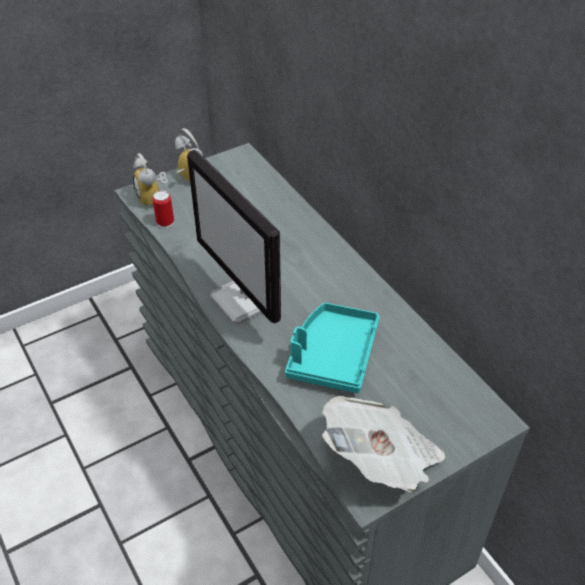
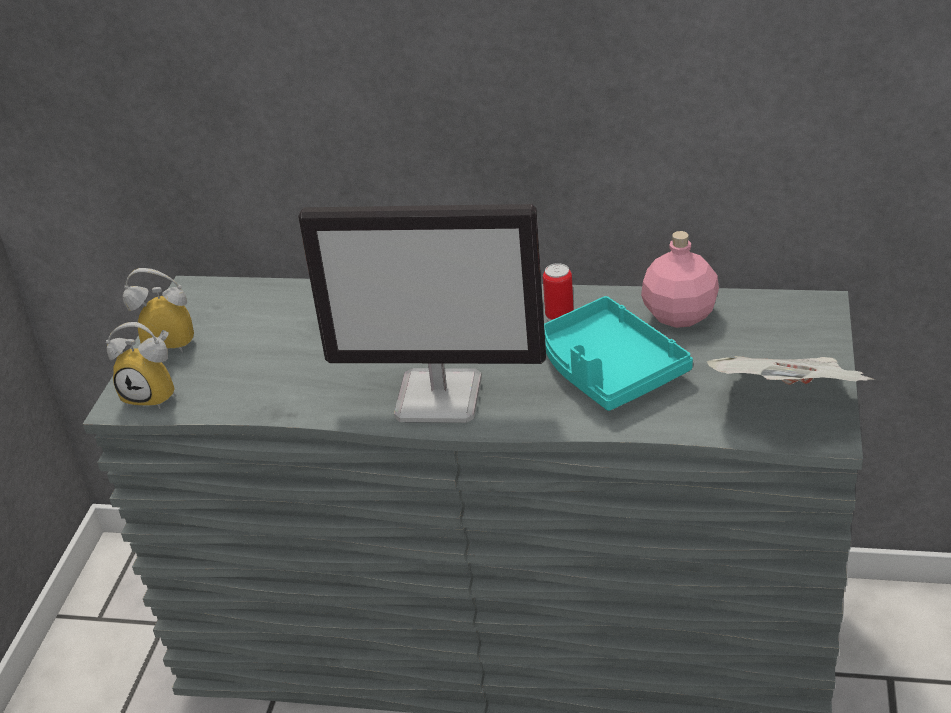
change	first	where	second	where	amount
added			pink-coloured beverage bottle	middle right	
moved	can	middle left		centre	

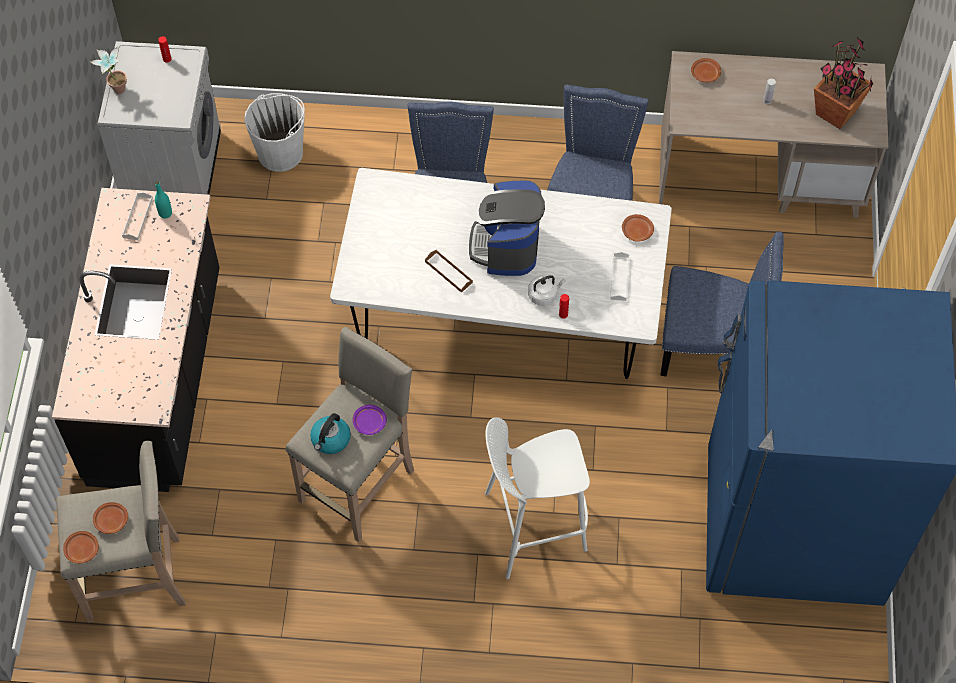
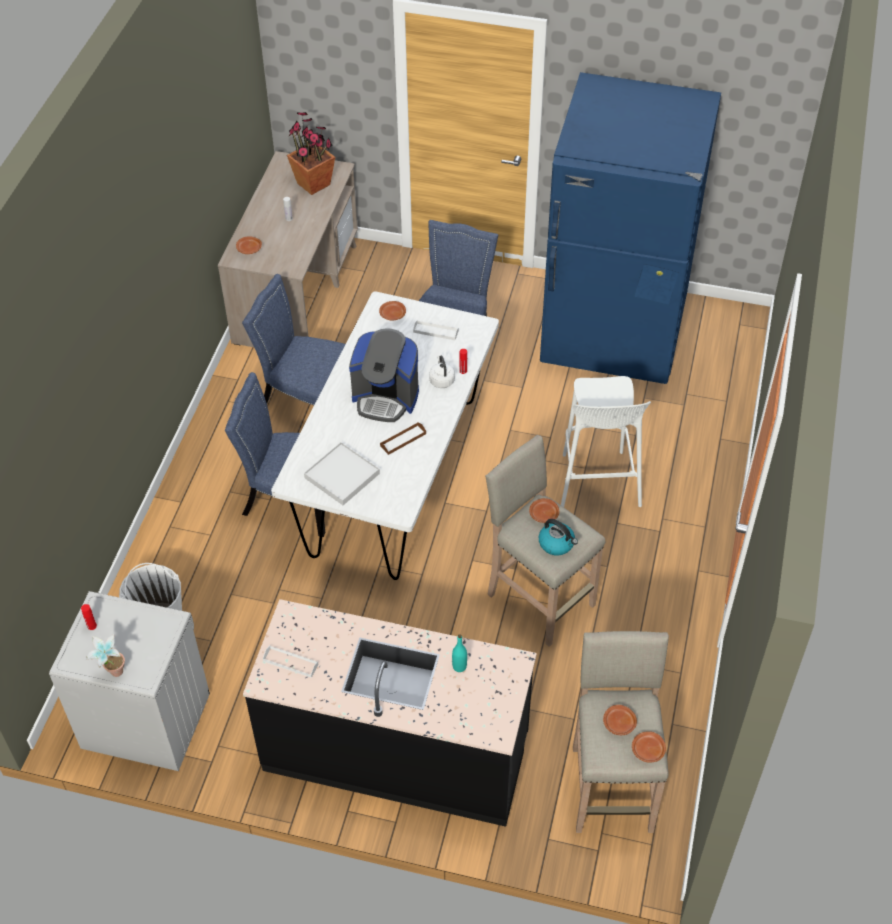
change	first	where	second	where	amount
added			white-coloured tray (2nd from left)	centre	
moved	turquoise beverage bottle	top left		bottom centre	
recoloured	purple-coloured dinner plate	centre	brownish dinner plate (3rd from left)	centre	

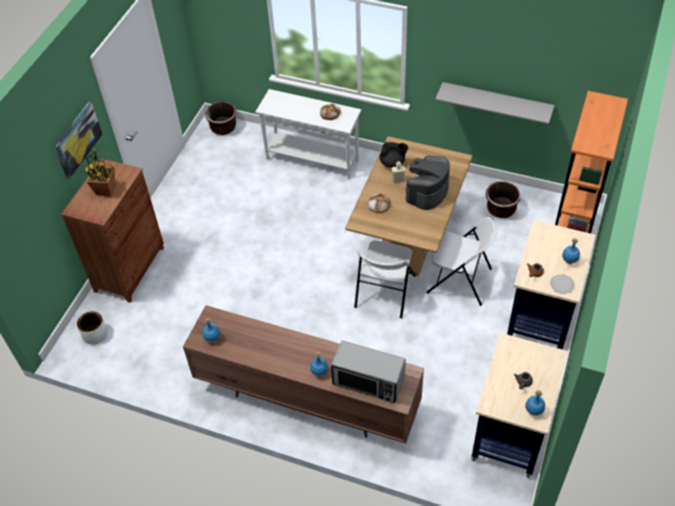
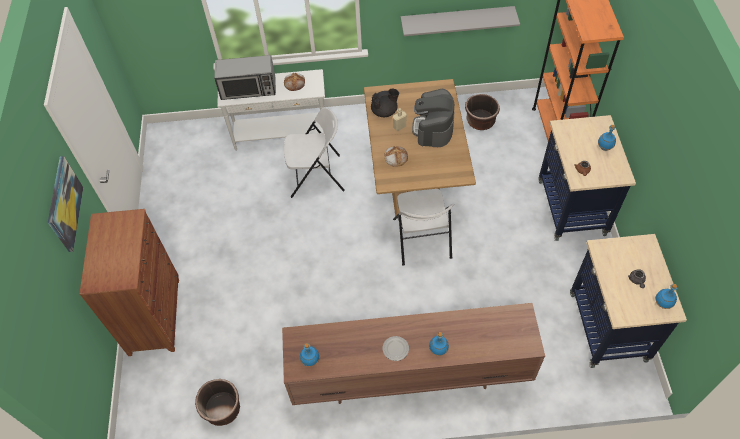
change	first	where	second	where	amount
removed	white-coloured plant pot	middle left			
removed	potted plant	middle left			
moved	brownish plant pot (1st from left)	top left		bottom left	
moved	kitchen microwave	bottom centre		top left	
moved	white-coloured chair (2nd from left in the first image)	middle right	white-coloured chair (1st from left)	centre	
moved	dinner plate	middle right		bottom centre	

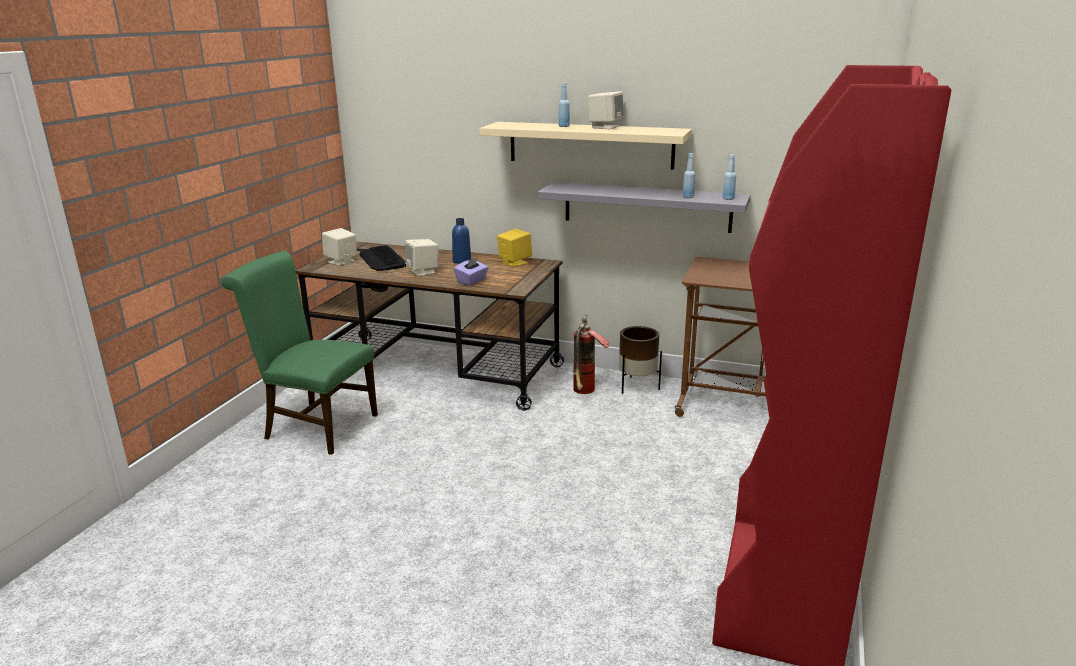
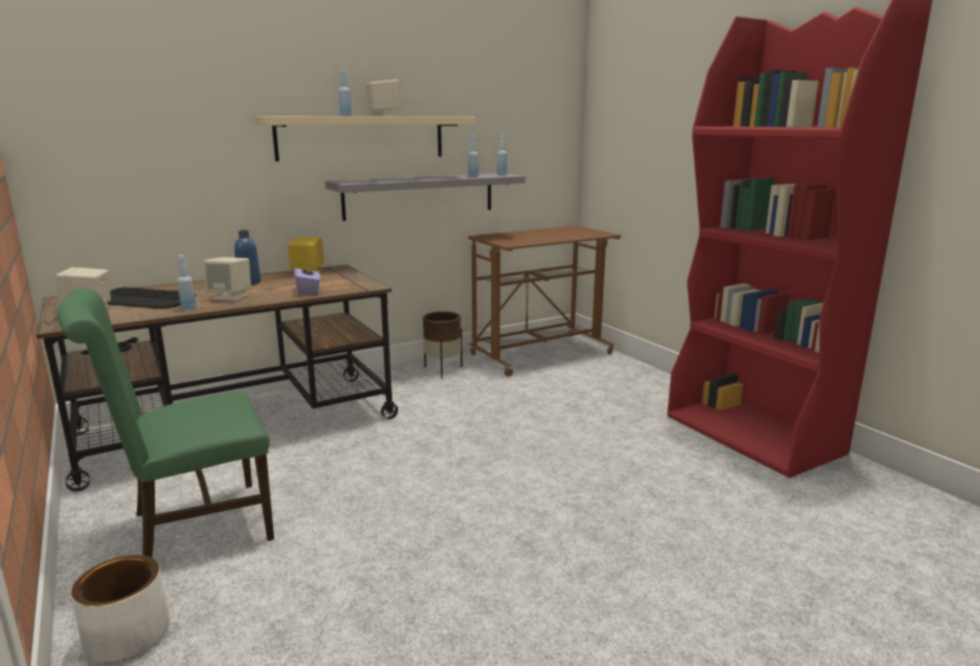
change	first	where	second	where	amount
removed	fire extinguisher	centre			
added			white-coloured plant pot	bottom left	
added			blue beverage bottle (1st from left)	middle left	

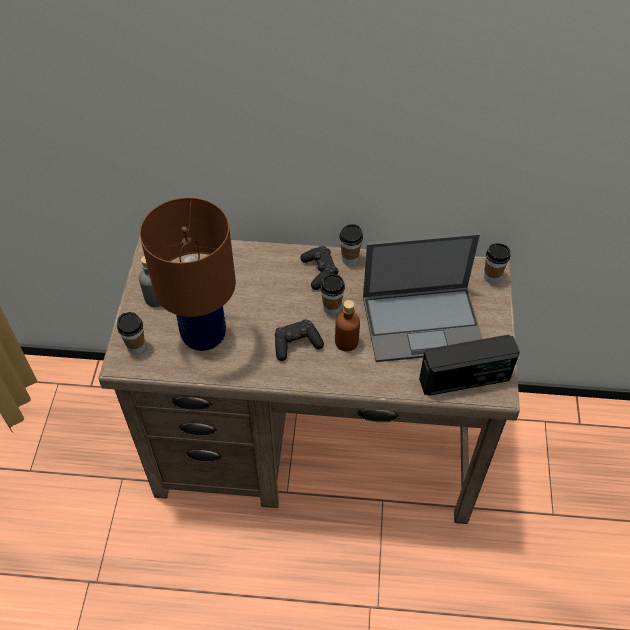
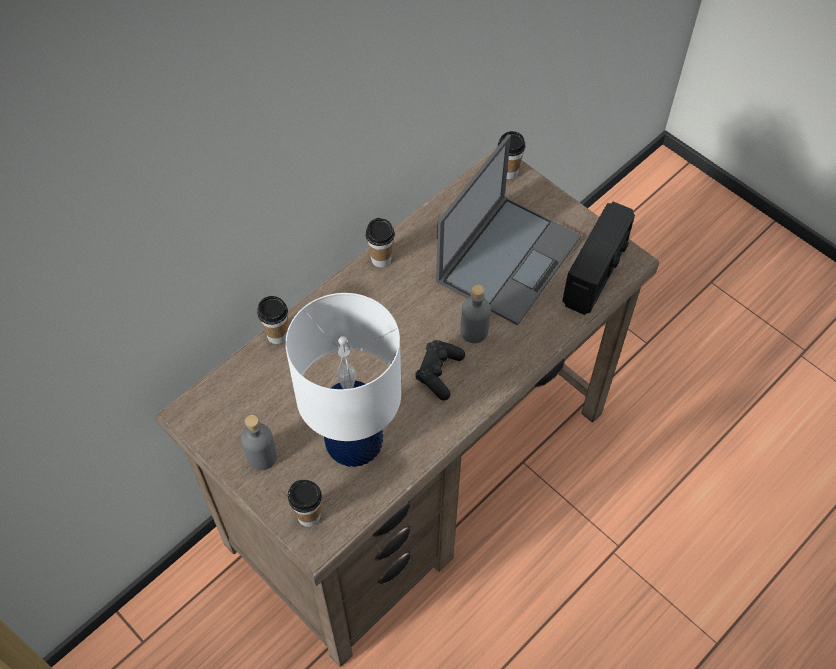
change	first	where	second	where	amount
removed	blackish game controller (2nd from left)	centre			
moved	small cup (2nd from left in the first image)	centre	small cup (1st from left)	middle left	
recoloured	brownish table lamp	middle left	white-coloured table lamp	centre	
recoloured	brownish beverage bottle	centre	gray beverage bottle (2nd from left)	centre	

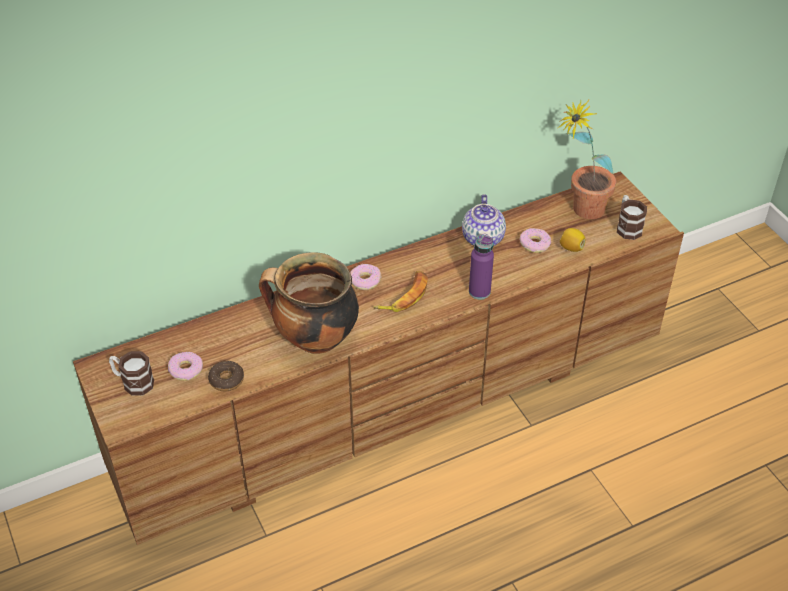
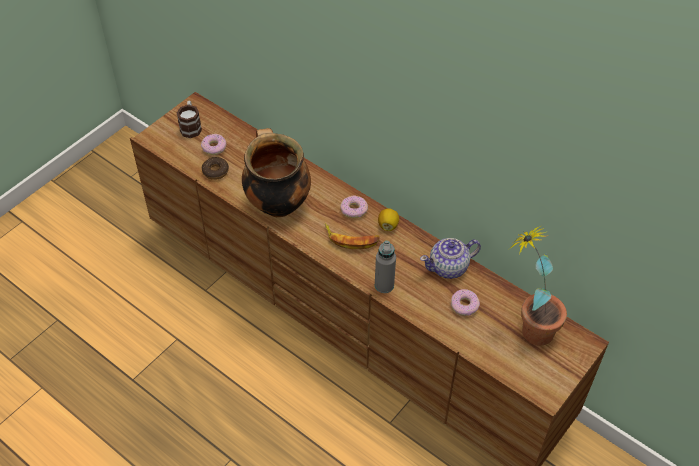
change	first	where	second	where	amount
removed	tea mug (2nd from left)	middle right			
moved	lemon	middle right		centre	
recoloured	purple-coloured beverage bottle	centre	gray beverage bottle	centre	

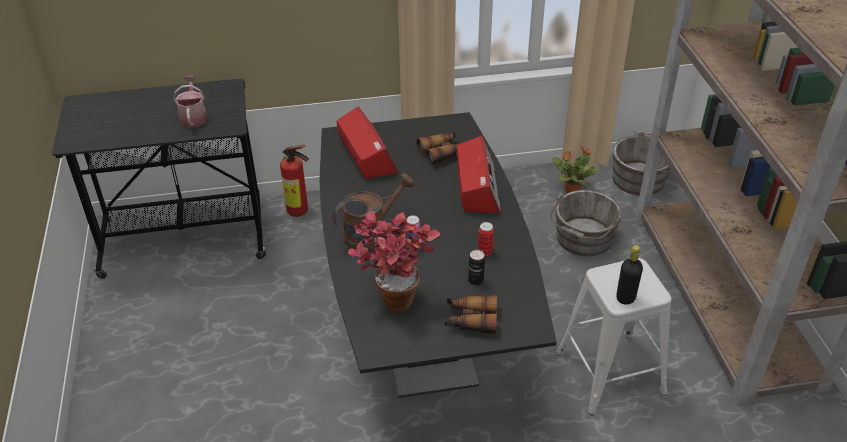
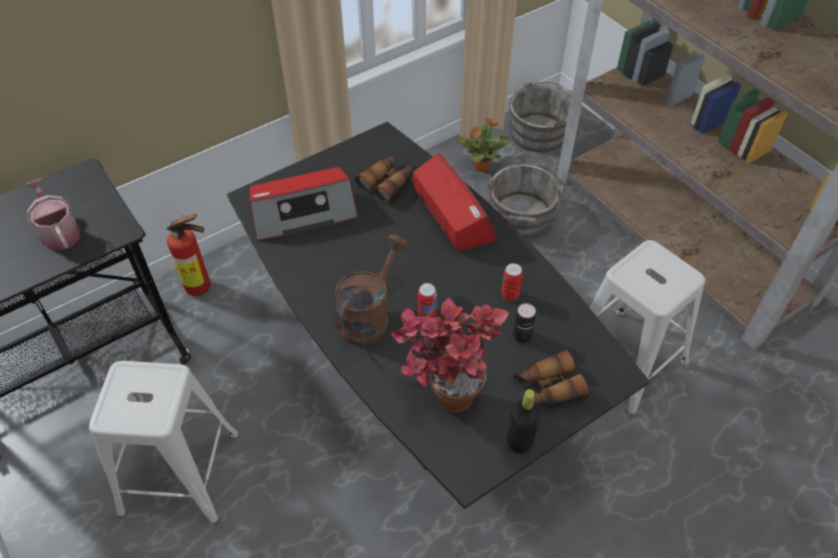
change	first	where	second	where	amount
added			white-coloured stool seat (1st from left)	bottom left	
moved	blackish beverage bottle	middle right		bottom centre	
turned	radio receiver (1st from left)	top centre		centre	120 degrees clockwise

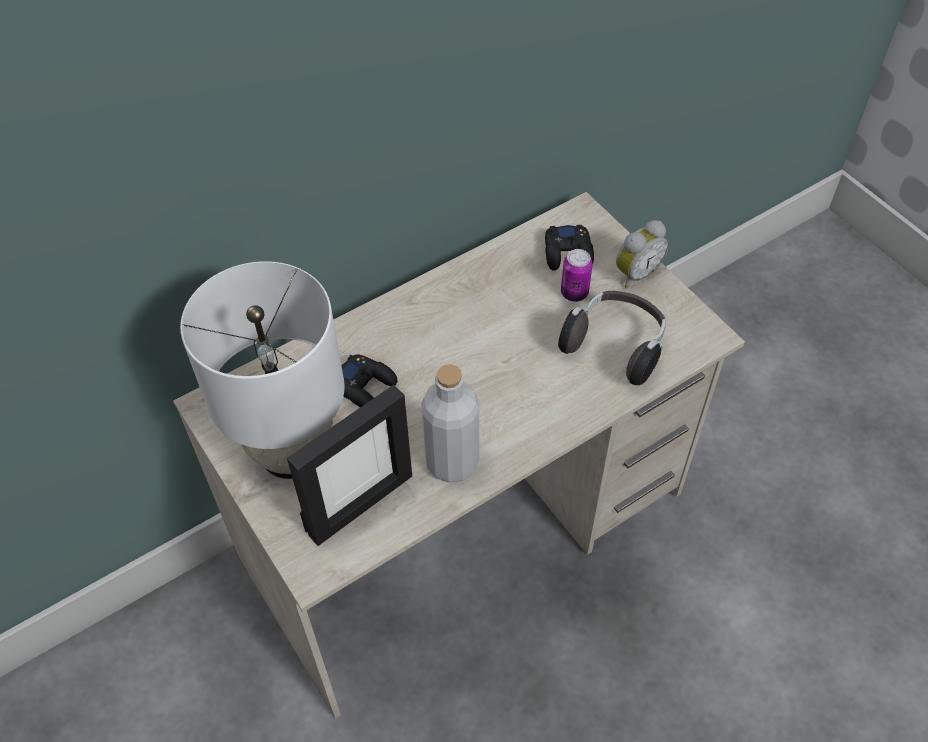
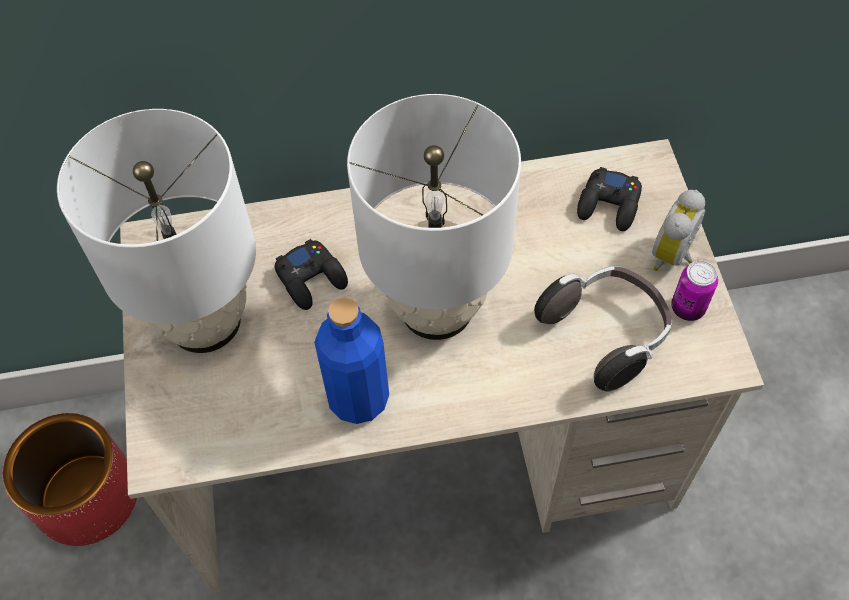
change	first	where	second	where	amount
removed	photo frame	centre			
added			reddish plant pot	bottom left	
added			white-coloured table lamp (2nd from left)	centre	
moved	can	centre		middle right	
recoloured	gray beverage bottle	centre	blue beverage bottle	centre	
turned	table clock	middle right		middle right	135 degrees clockwise

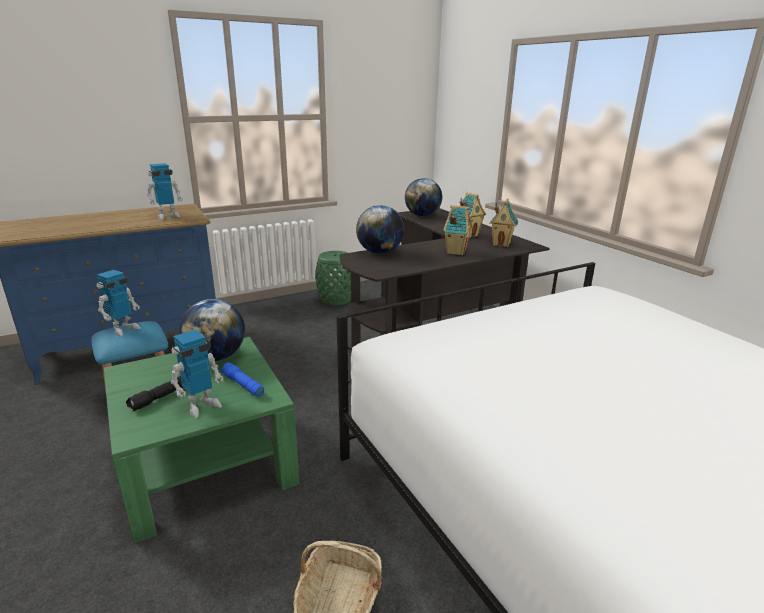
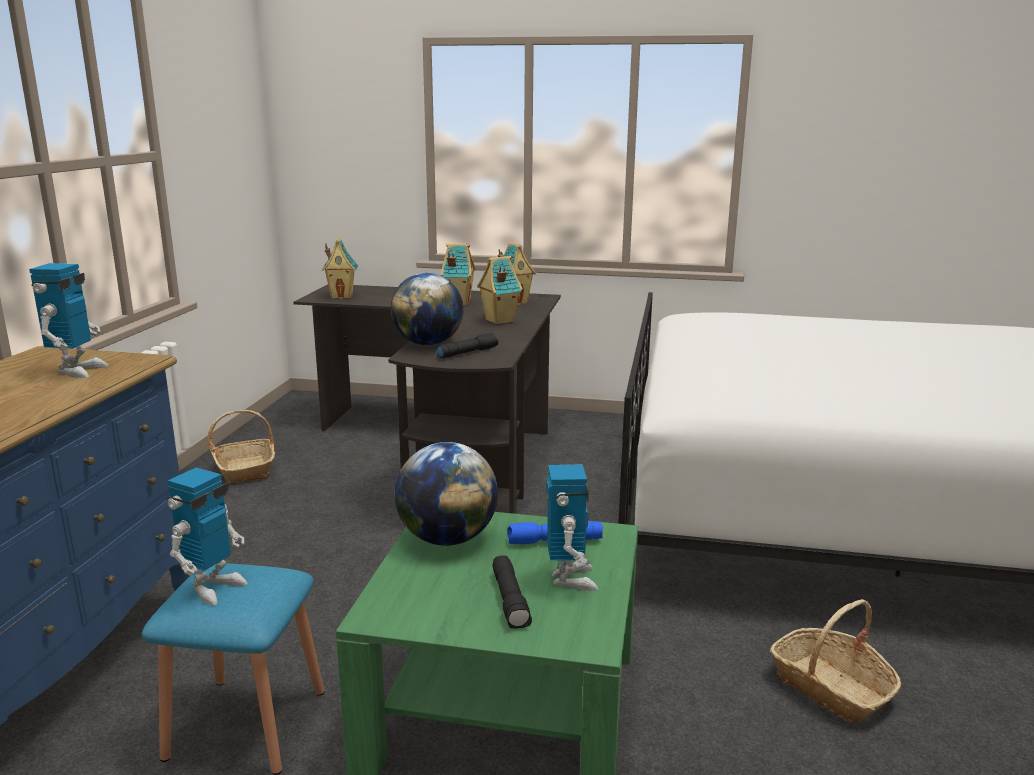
change	first	where	second	where	amount
added			blackish flashlight (1st from left)	centre	
replaced	greenish stool seat	centre	storage basket (1st from left)	middle left	
replaced	world globe (3rd from left)	top centre	miniature house (1st from left)	middle left	
turned	robot figure (1st from left in the first image)	middle left	robot figure (2nd from left)	bottom left	45 degrees clockwise

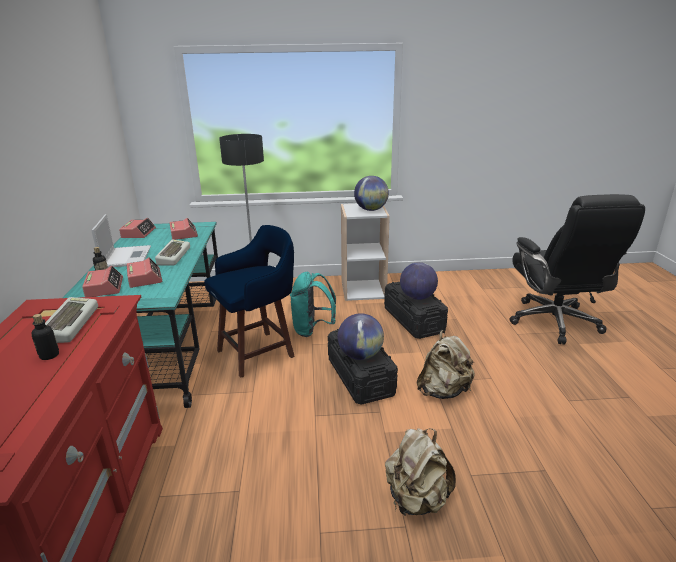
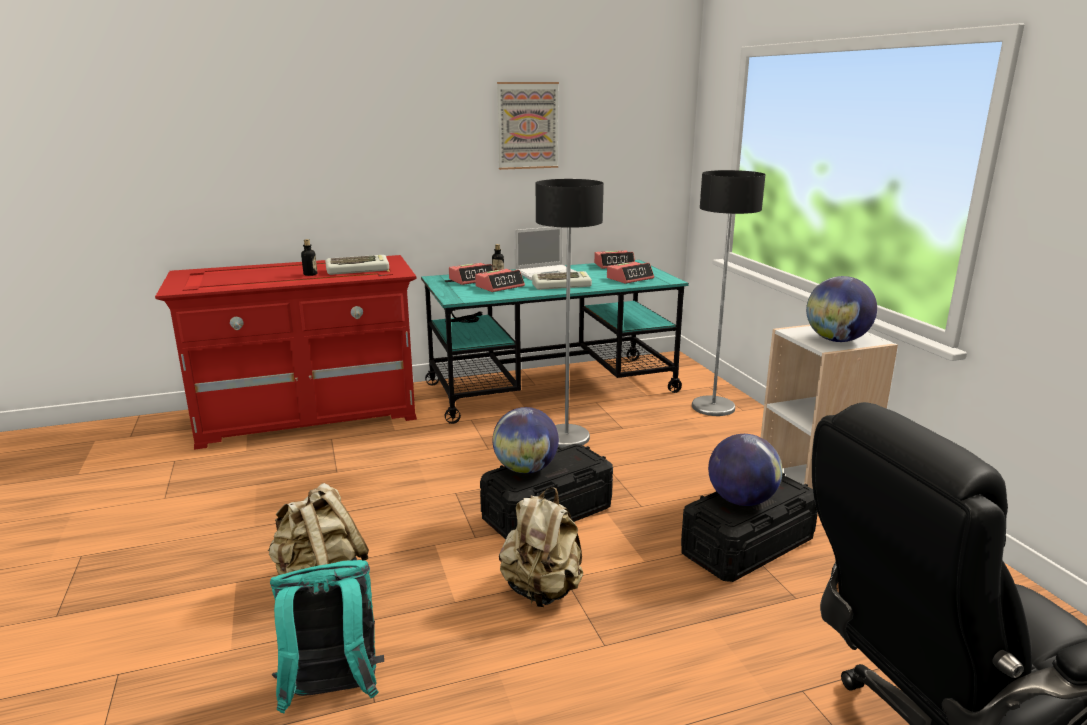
change	first	where	second	where	amount
added			wall art	top centre	
moved	turquoise backpack	centre		bottom left	
replaced	blue stool seat	centre	floor lamp (1st from left)	centre	

